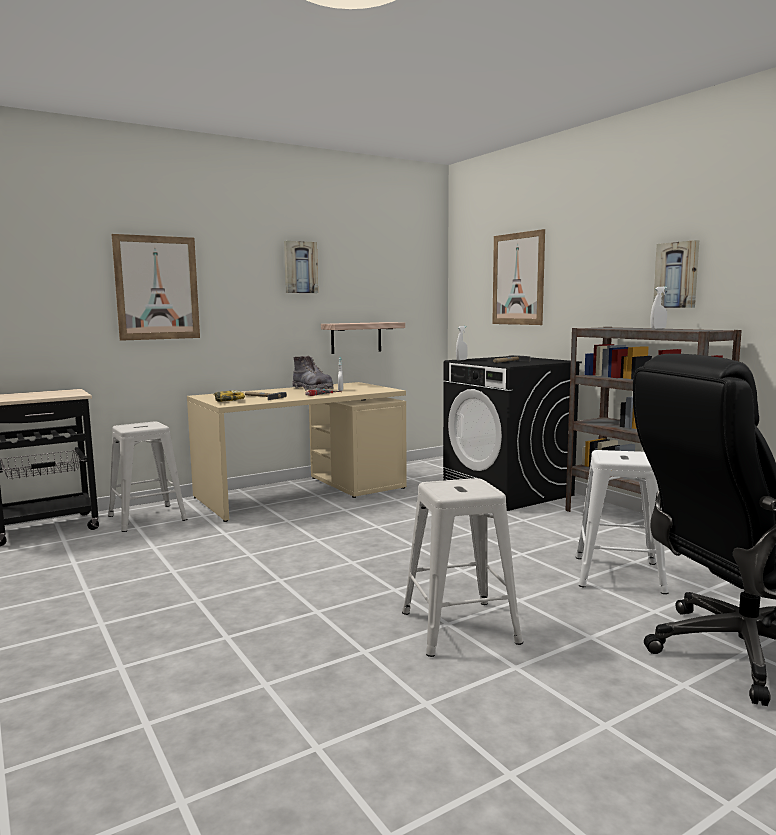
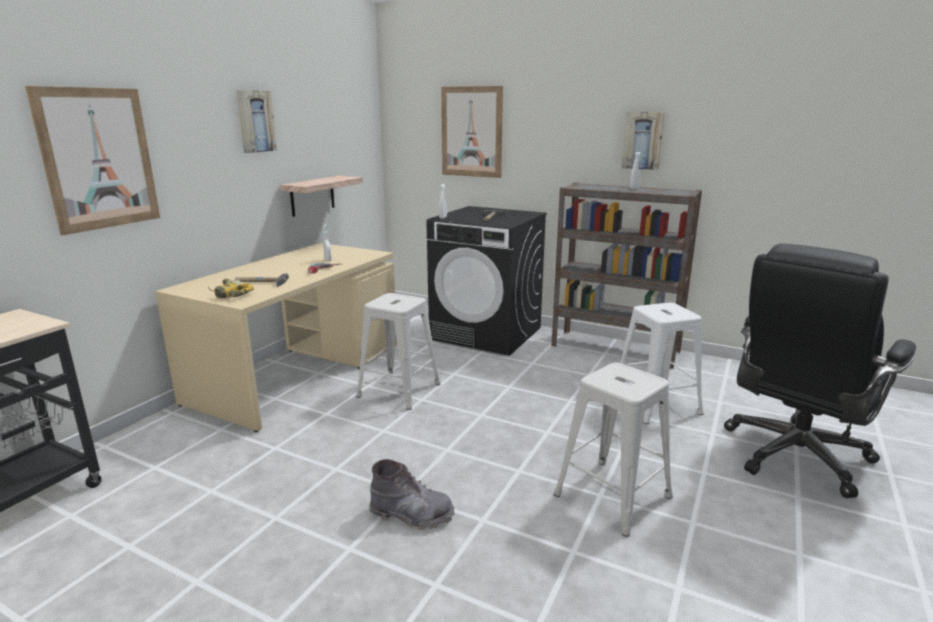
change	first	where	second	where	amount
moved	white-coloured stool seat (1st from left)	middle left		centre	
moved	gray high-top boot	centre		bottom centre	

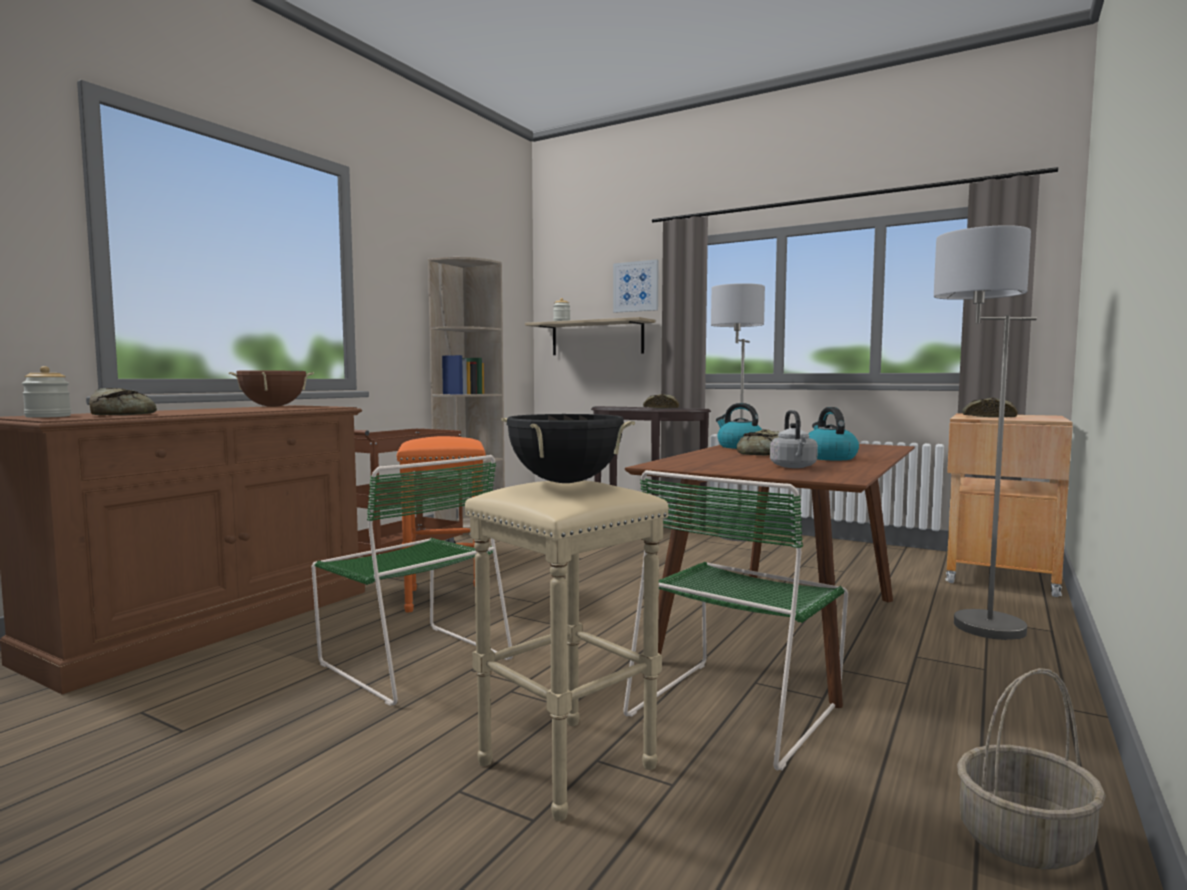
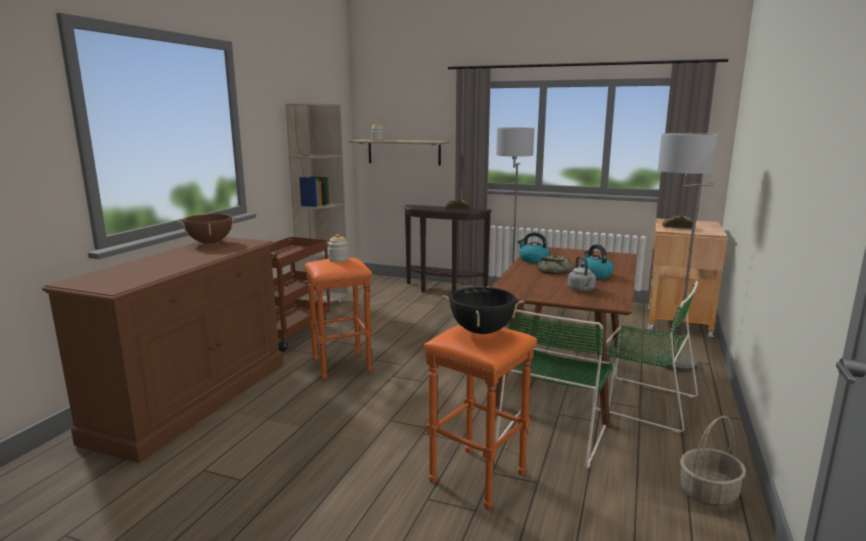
change	first	where	second	where	amount
removed	bread (1st from left)	middle left			
removed	wall art	top centre			
moved	jar (1st from left)	middle left		centre	
moved	greenish chair (1st from left in the first image)	centre	greenish chair (2nd from left)	middle right	
recoloured	beige stool seat	bottom centre	orange stool seat (2nd from left)	bottom centre	

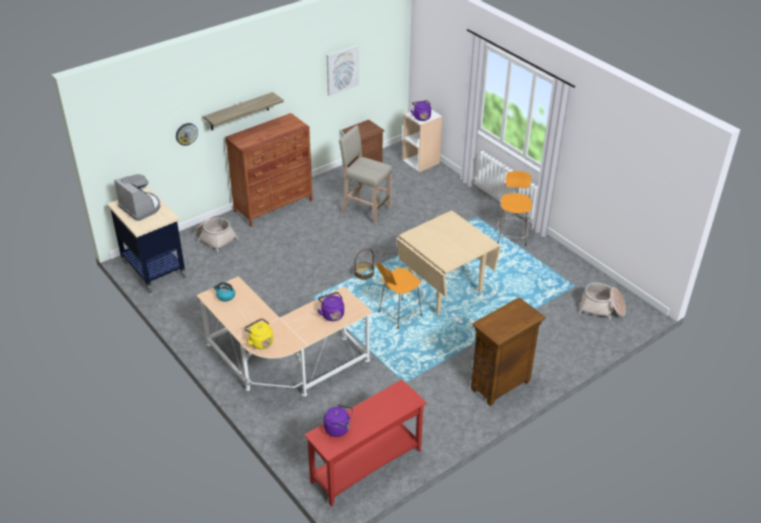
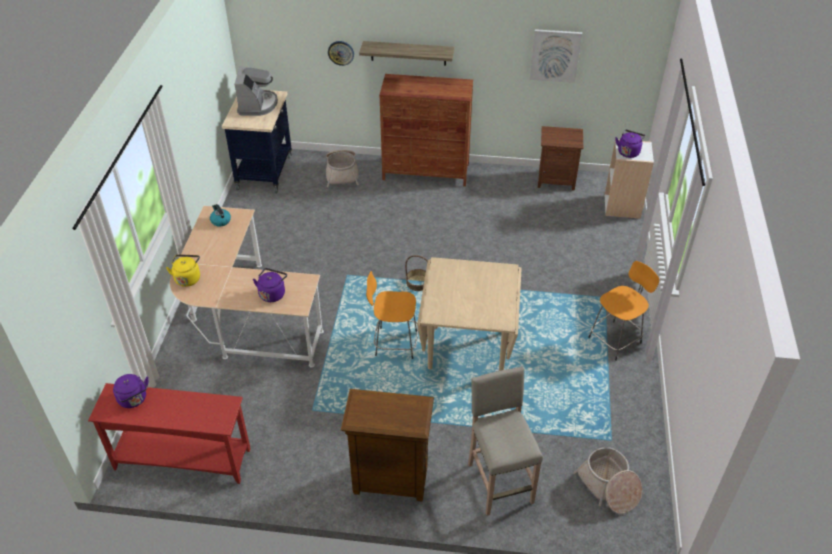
change	first	where	second	where	amount
moved	beige stool seat	centre		bottom centre	

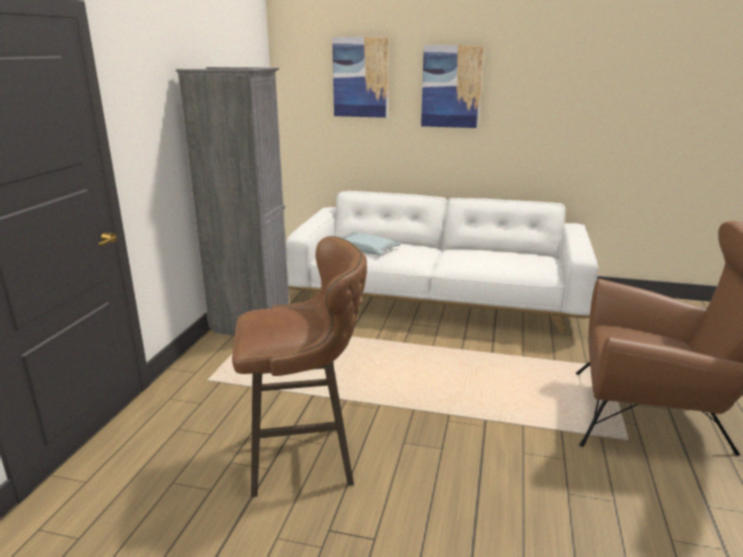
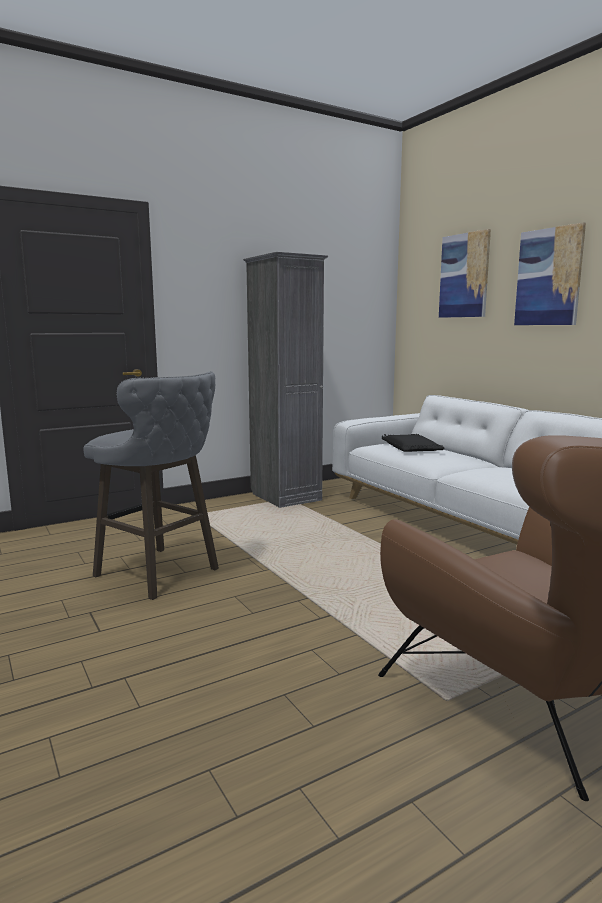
change	first	where	second	where	amount
recoloured	brownish stool seat	centre	gray stool seat	middle left	
recoloured	blue cushion	centre	blackish cushion	middle right	

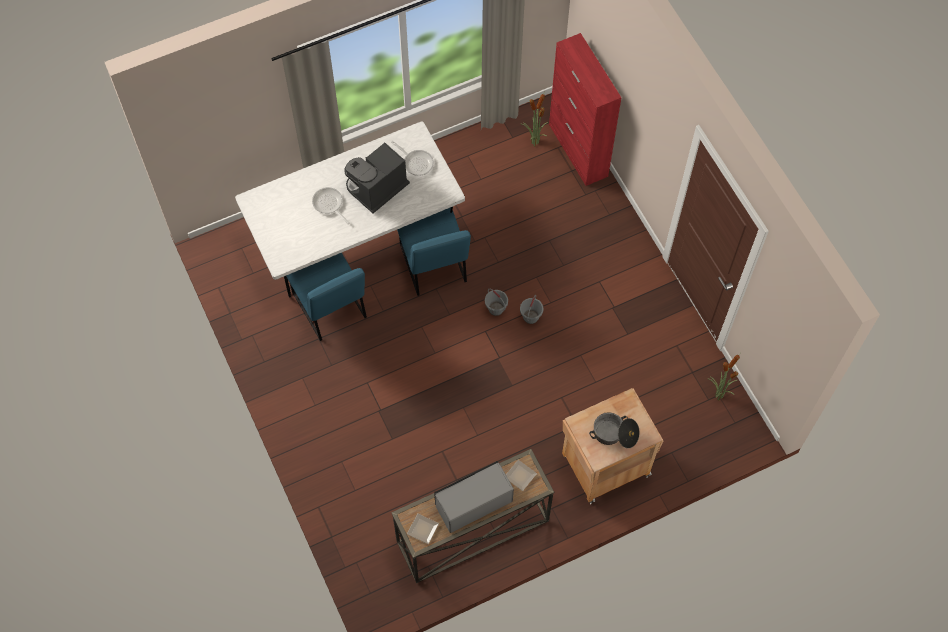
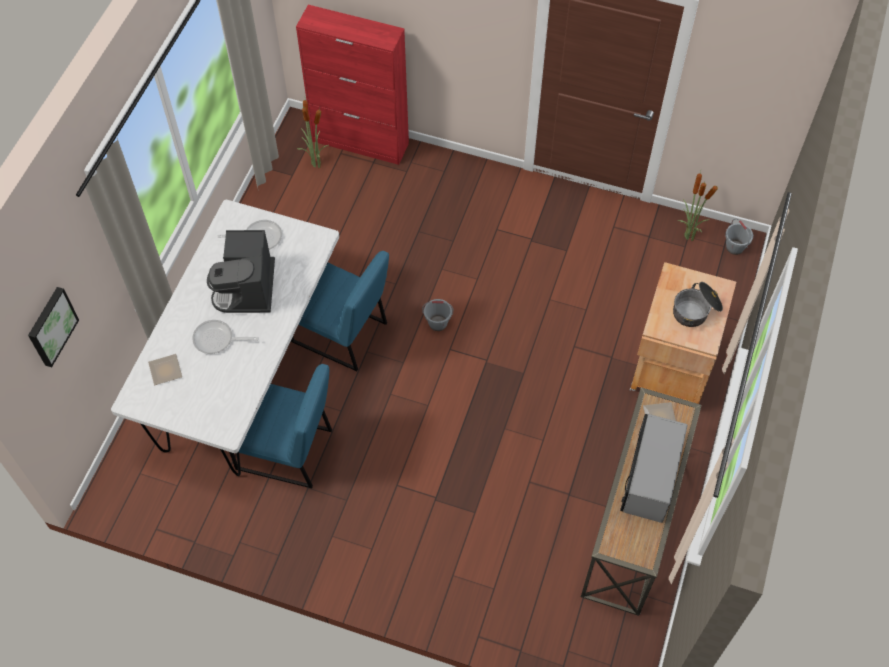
change	first	where	second	where	amount
added			wall art	middle left	
moved	dinner plate (1st from left)	bottom centre		middle left	
moved	gray pail (2nd from left)	centre		middle right	

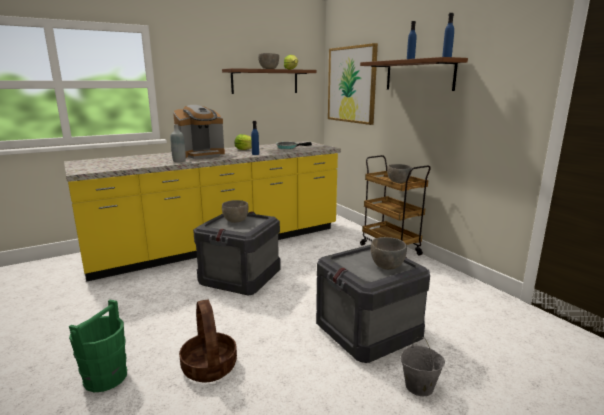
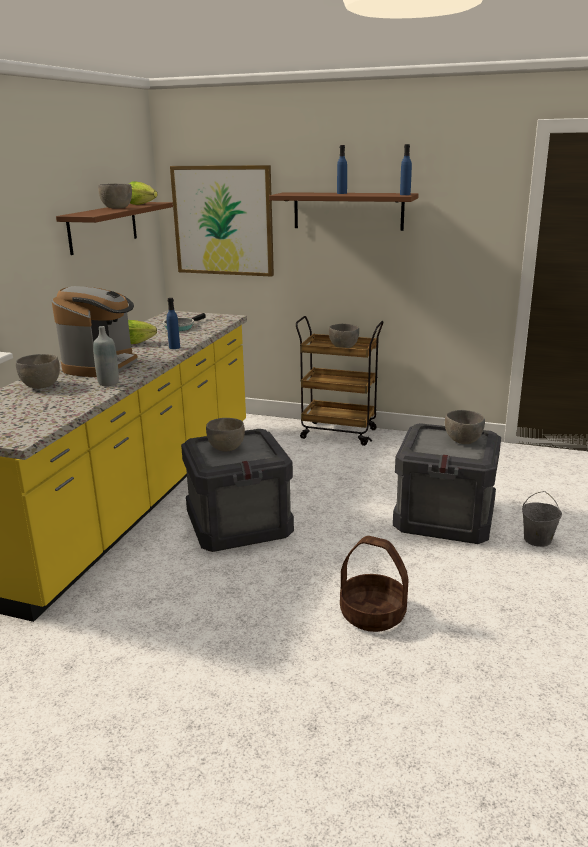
change	first	where	second	where	amount
removed	greenish pail	bottom left			
added			gray bowl (1st from left)	middle left	

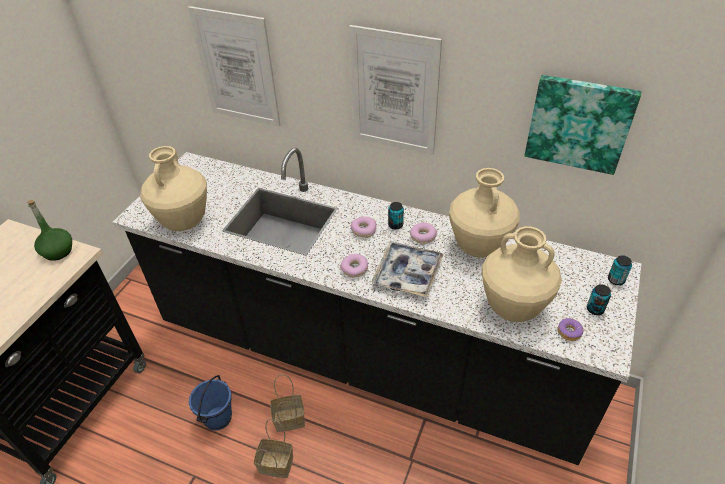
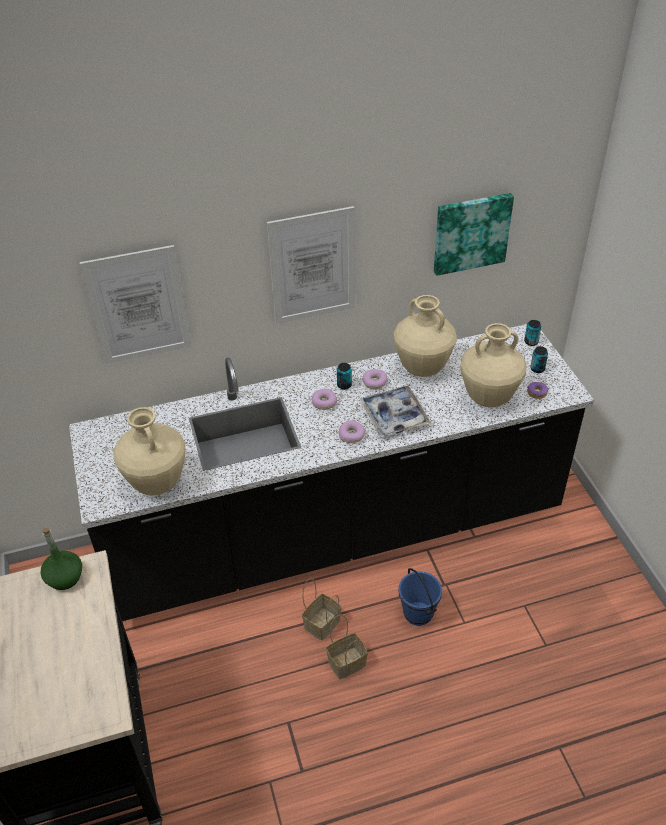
change	first	where	second	where	amount
moved	blue pail	bottom left		bottom centre	

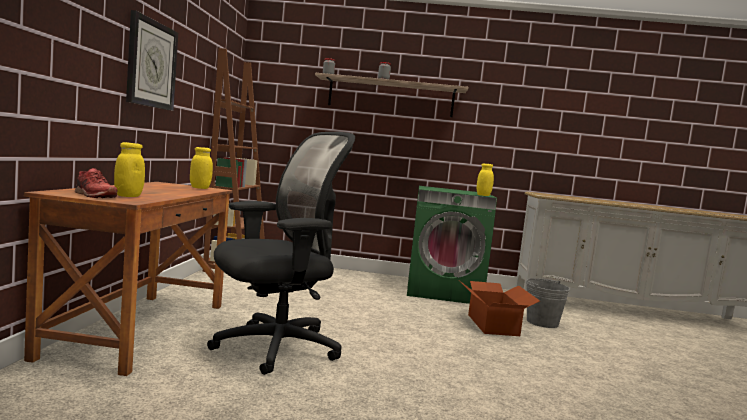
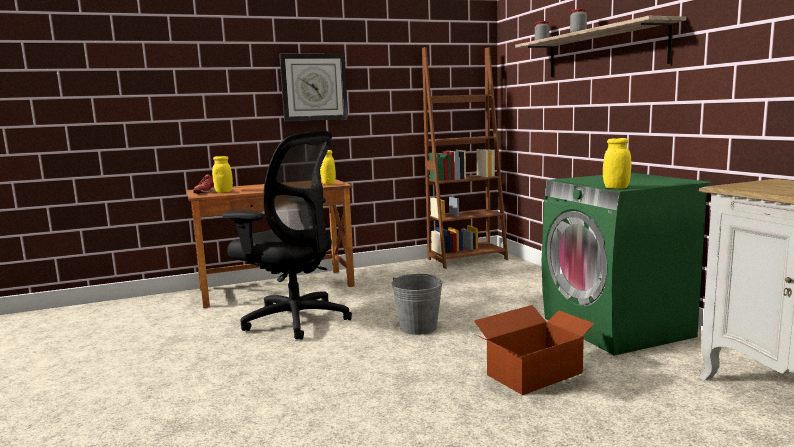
change	first	where	second	where	amount
moved	gray pail	bottom right		bottom centre	

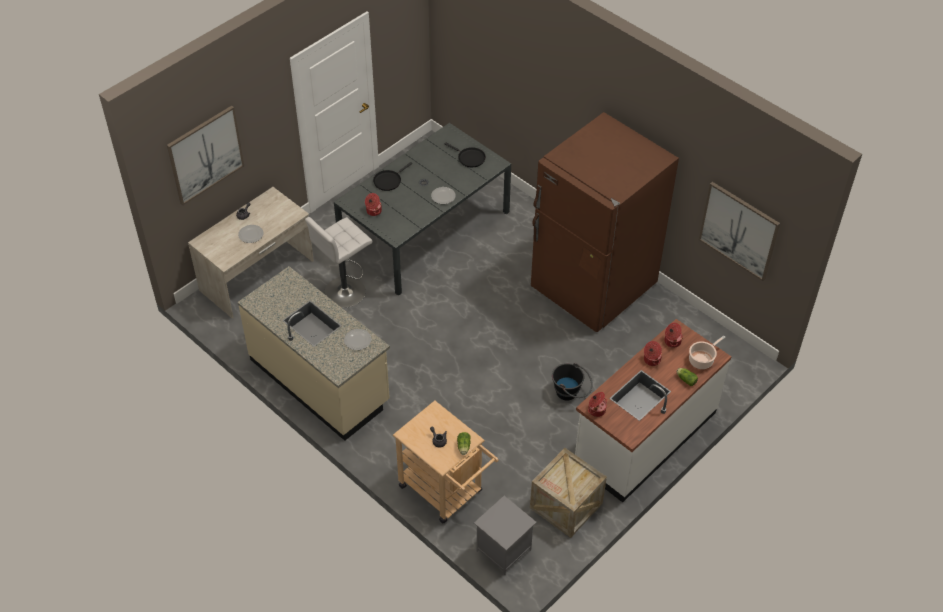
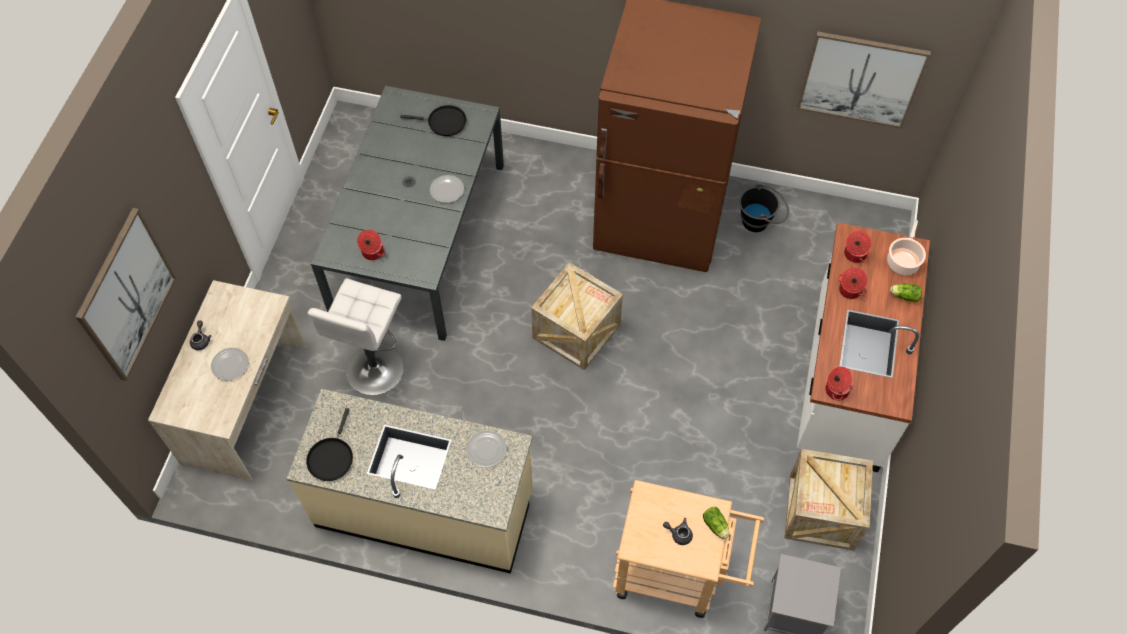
change	first	where	second	where	amount
added			crate (1st from left)	centre	
moved	blackish frying pan (1st from left)	top centre		bottom left	
moved	blackish pail	centre		top right	

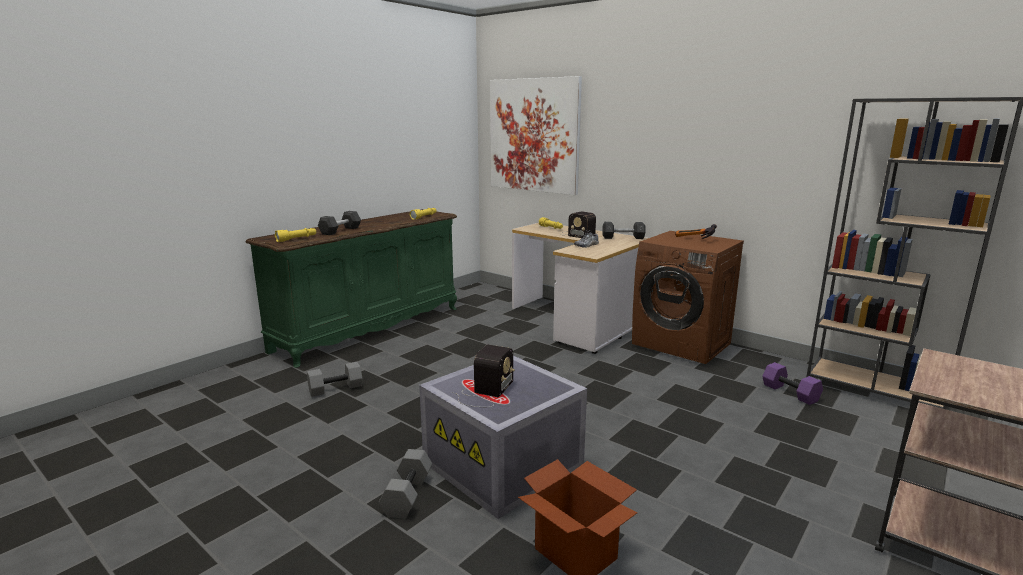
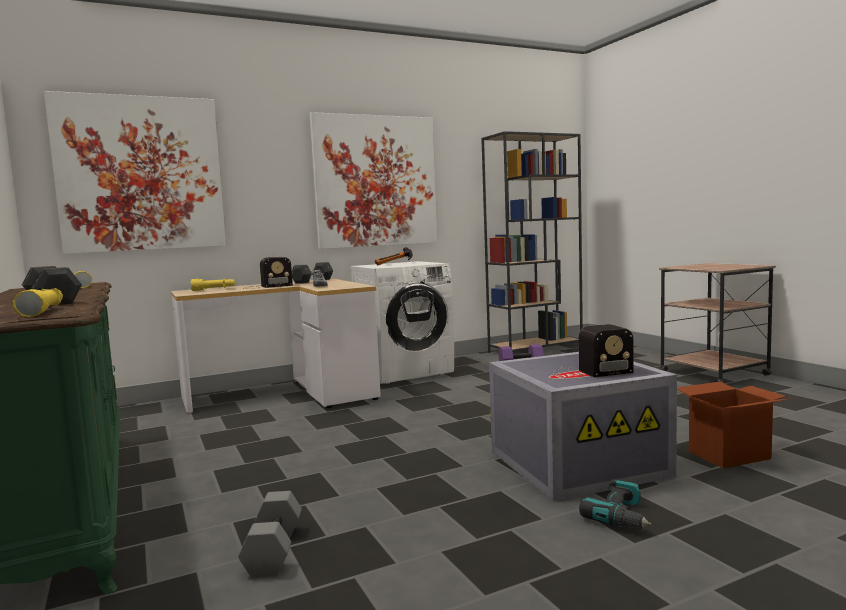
change	first	where	second	where	amount
added			wall art (2nd from left)	top centre	
replaced	gray free weight (3rd from left)	bottom centre	drill	bottom right	
recoloured	brownish washing machine	middle right	white-coloured washing machine	centre	
turned	radio receiver (1st from left in the first image)	centre	radio receiver (2nd from left)	middle right	120 degrees clockwise

